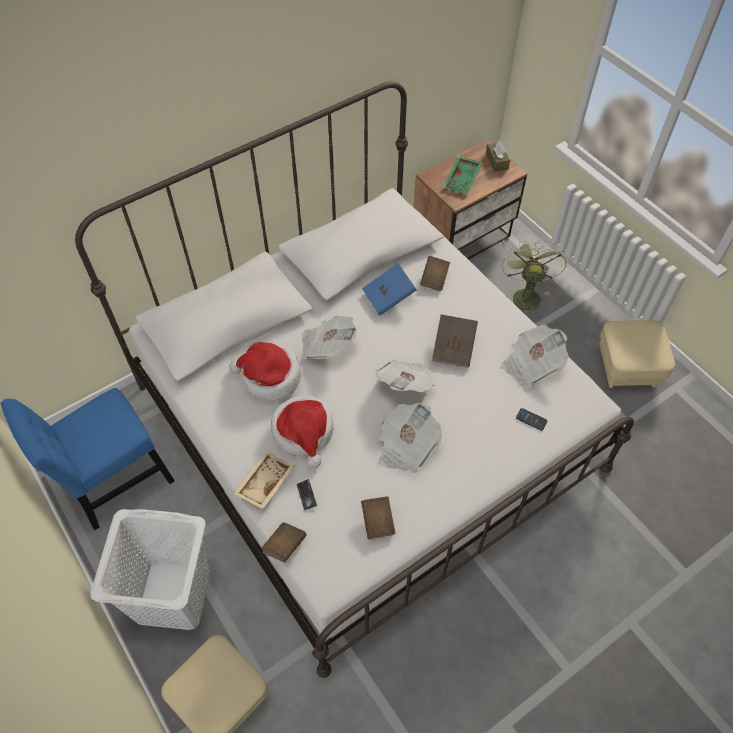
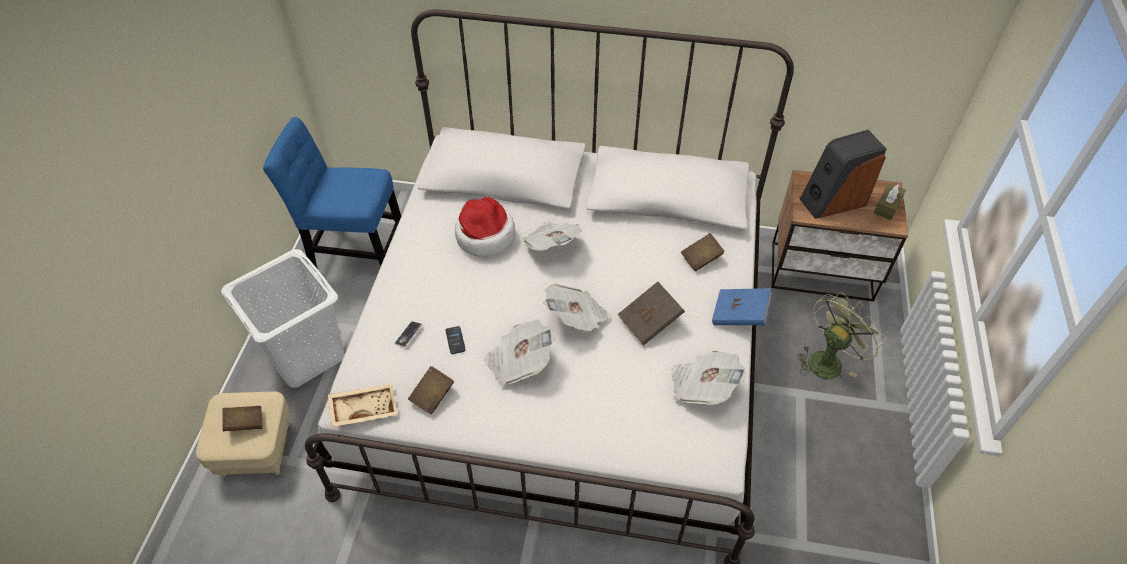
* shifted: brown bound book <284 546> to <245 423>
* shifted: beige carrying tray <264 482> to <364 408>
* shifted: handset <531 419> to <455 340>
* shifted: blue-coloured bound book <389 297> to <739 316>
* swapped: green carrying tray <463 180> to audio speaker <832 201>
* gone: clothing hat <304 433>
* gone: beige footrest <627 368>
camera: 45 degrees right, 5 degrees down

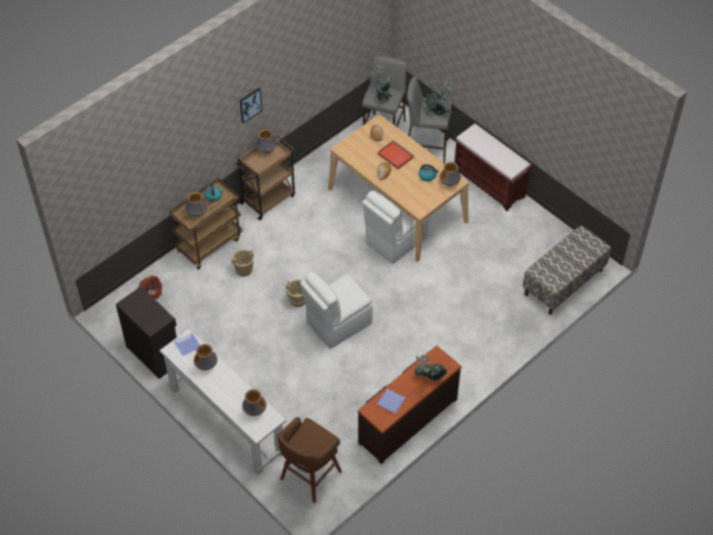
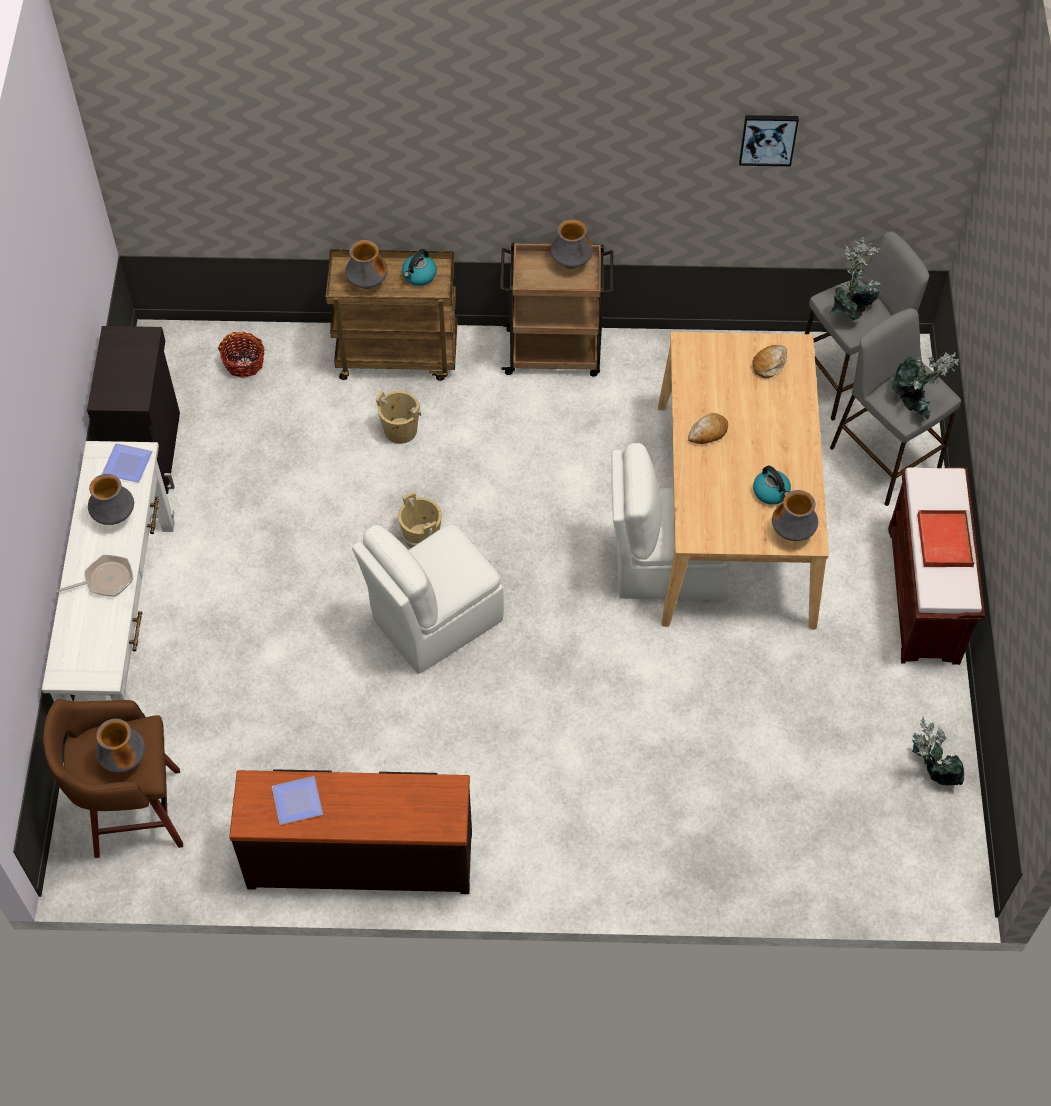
* new: frying pan <105 580>
* shifted: flower vase <255 411> to <124 760>
* rotated: whitish chair <337 324> = <434 621> 45 degrees counterclockwise
* shifted: wall art <250 105> to <768 139>
* shifted: houseplant <428 378> to <929 771>
* shifted: red carrying tray <395 155> to <944 539>
* gone: long seat <563 283>
camera: 45 degrees right, 5 degrees up

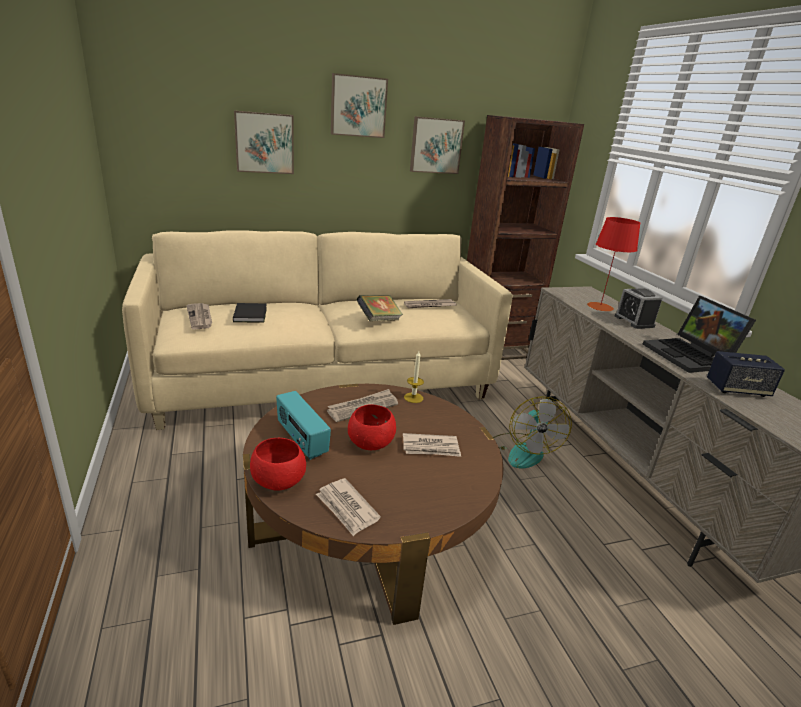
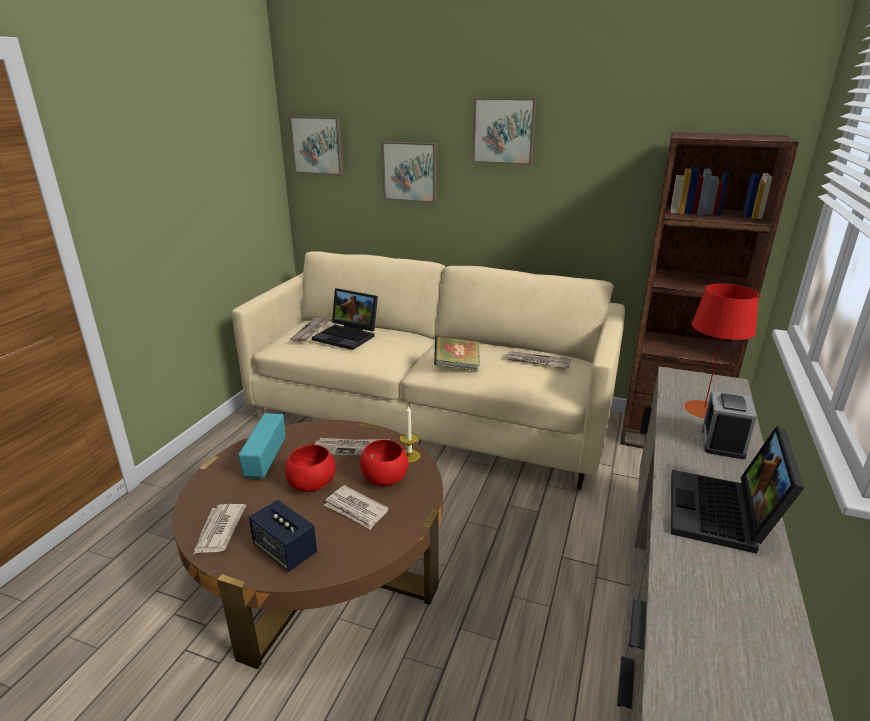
* shifted: audio speaker <737 389> to <285 550>
* shifted: wall art <435 145> to <318 145>
* swapped: black-coloured bound book <251 314> to portable computer <348 336>
* shifted: red serving bowl <279 481> to <384 479>
* gone: fan <523 451>
camera: 40 degrees right, 0 degrees up

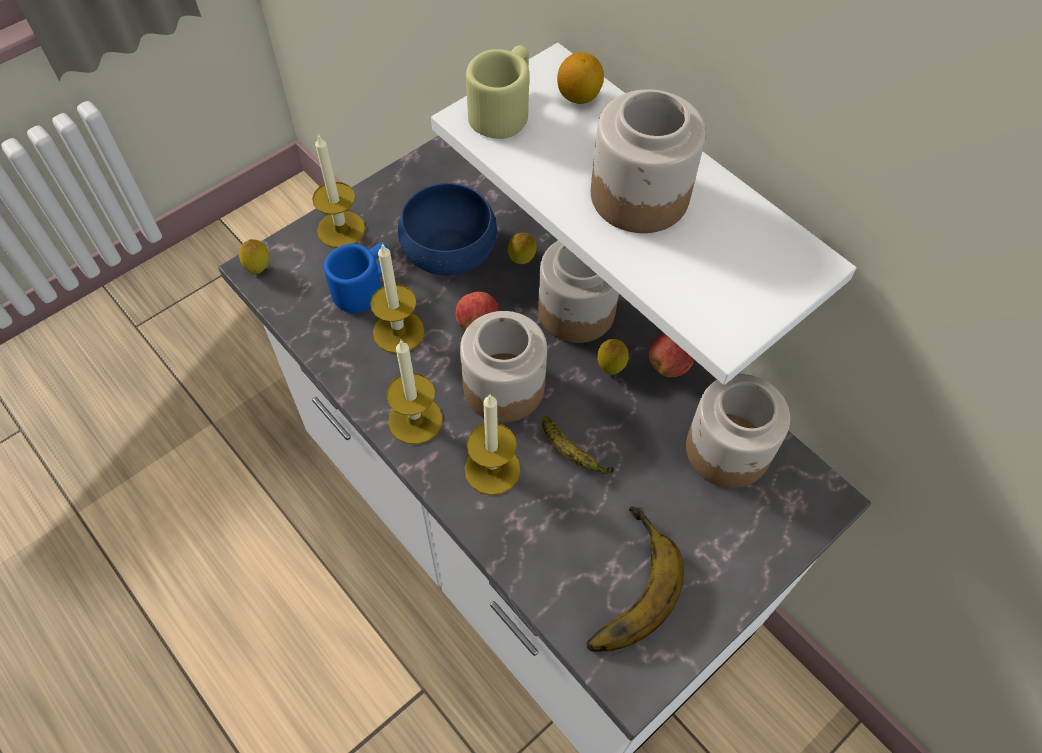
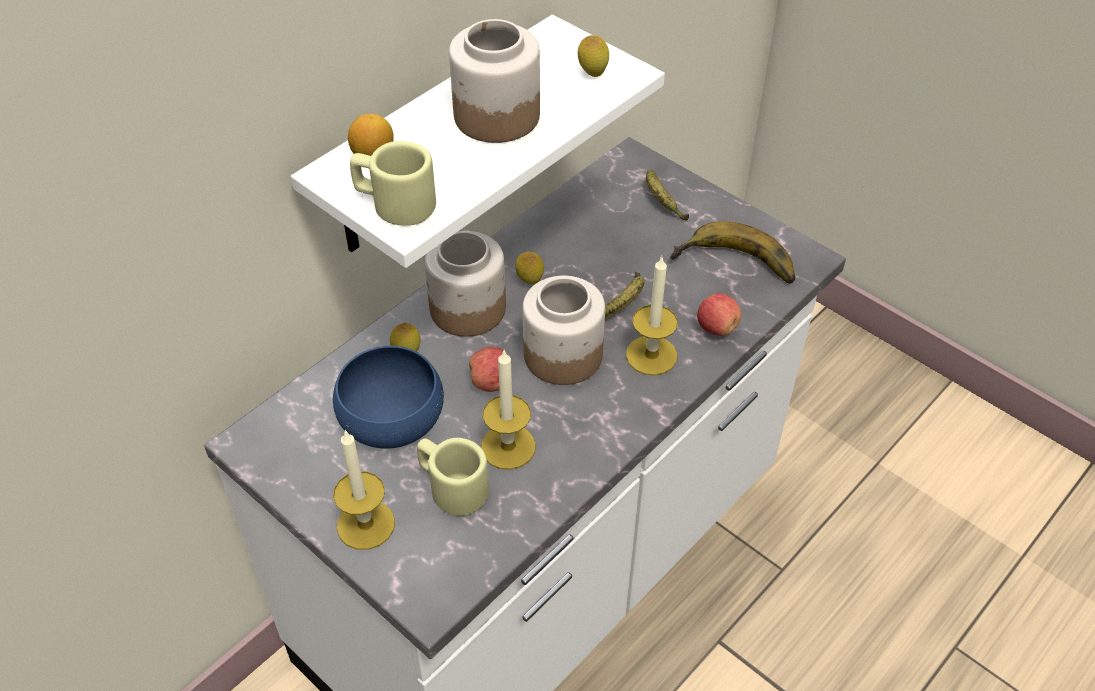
* repainted: blue-coloured mug <364 287> to beige mug <451 486>
* shifted: citrus fruit <259 269> to <592 73>
* new: banana <662 201>
* shifted: apple <668 365> to <716 327>
* gone: candle <415 420>
* gone: storage jar <728 451>
camera: 95 degrees left, 10 degrees down

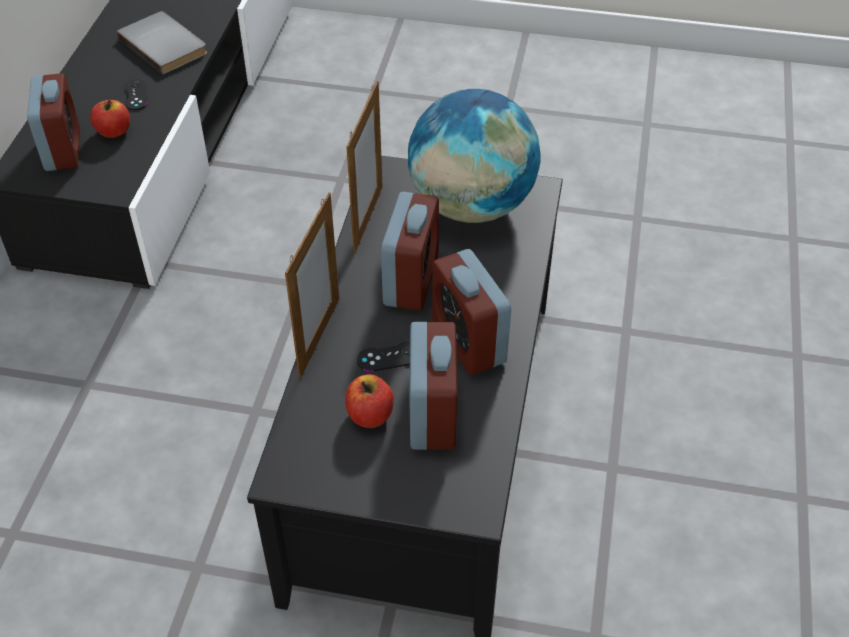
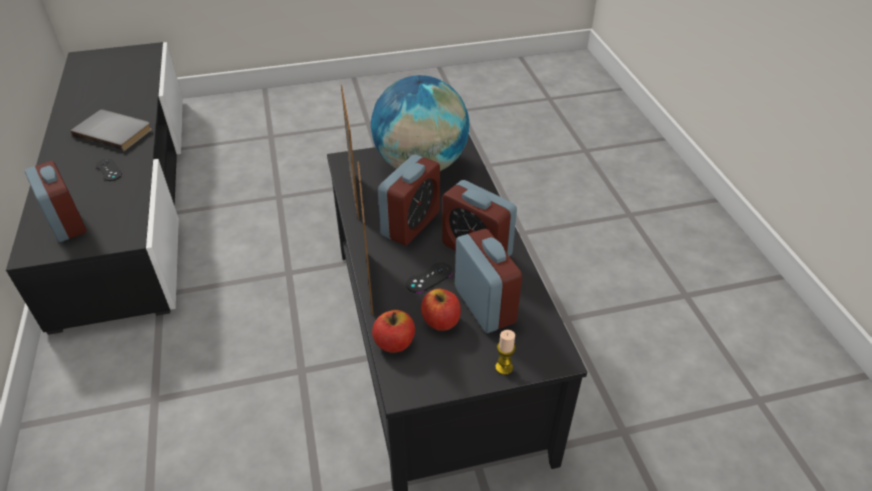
* shifted: apple <113 131> to <394 343>
* rotated: table clock <411 281> = <411 224> 45 degrees clockwise
* new: candle <504 367>
camera: 25 degrees left, 5 degrees down

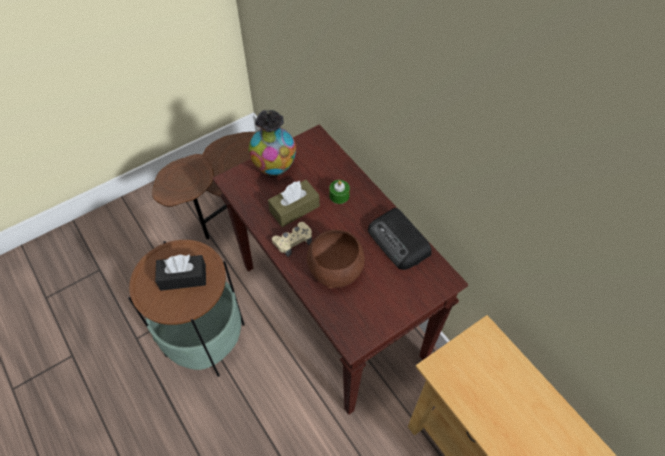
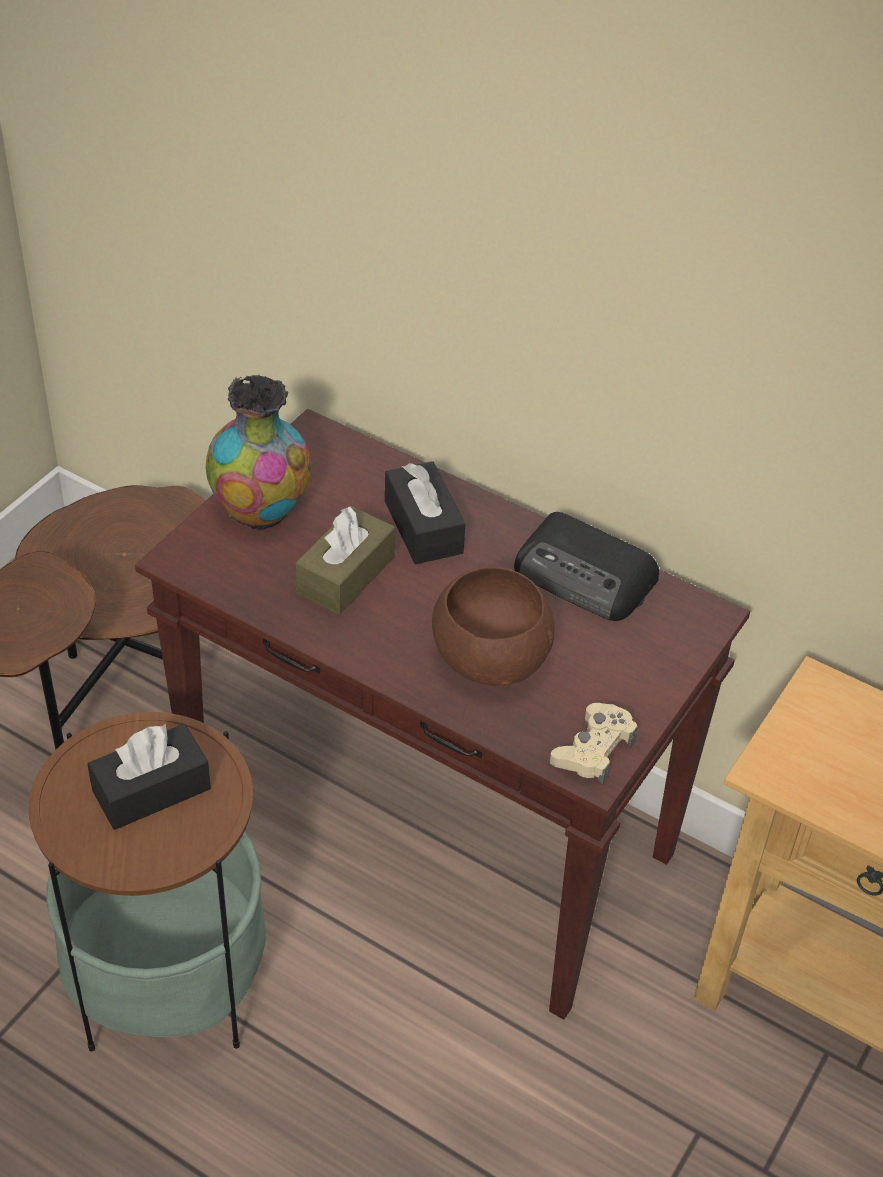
* swapped: green candle <339 195> to black-coloured box of tissues <423 527>
* shifted: beige game controller <293 241> to <593 750>
camera: 25 degrees left, 10 degrees down

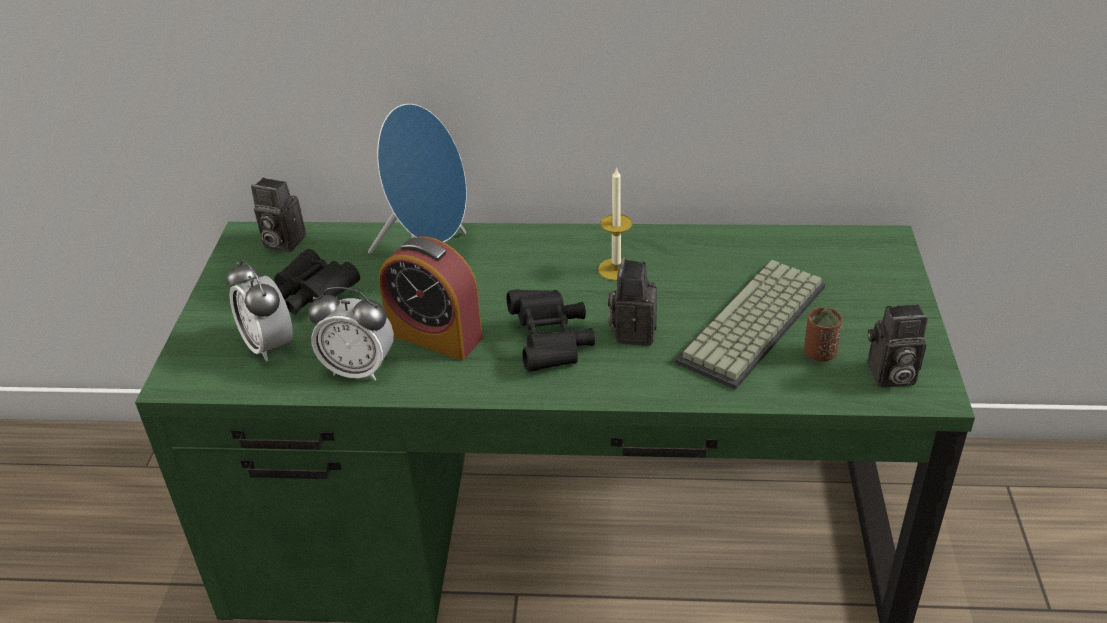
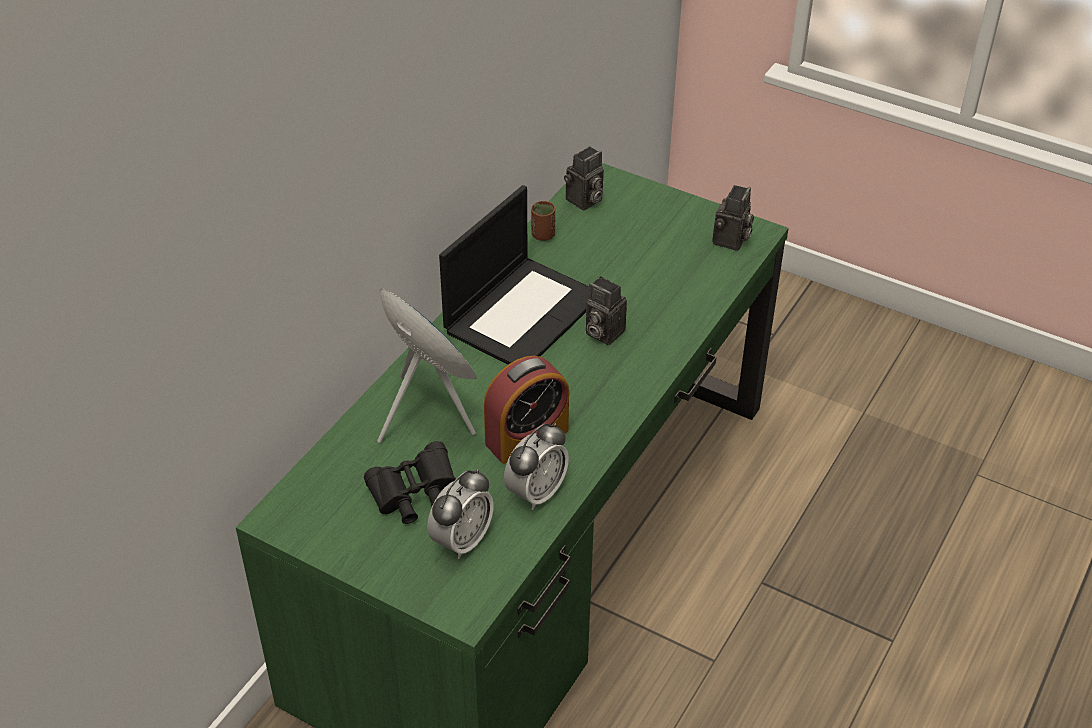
* rotated: table clock <269 345> = <462 541> 45 degrees counterclockwise
* swapped: candle <616 269> to portable computer <523 312>
* shifted: brown drinking cup <819 353> to <543 235>
* shifted: still camera <281 242> to <584 201>
* gone: black-coloured binoculars <551 342>
* gone: keyboard <754 326>
camera: 65 degrees left, 5 degrees up

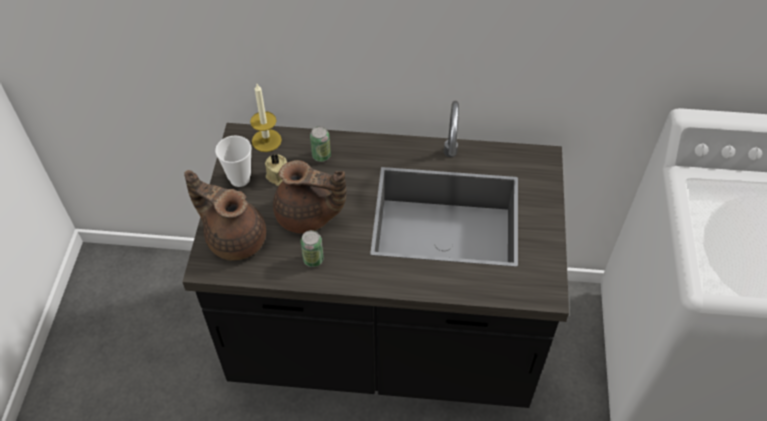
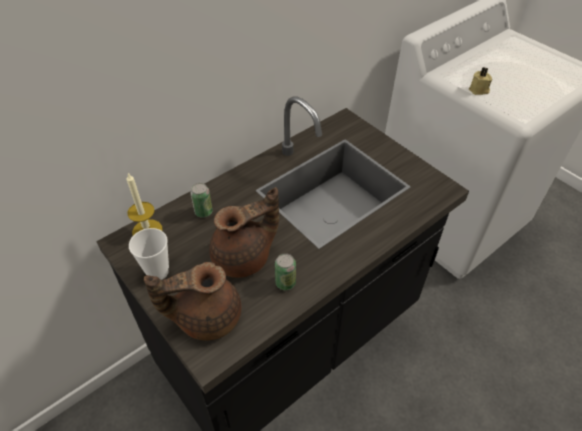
* shifted: beige candle <277 177> to <479 90>
camera: 45 degrees left, 5 degrees down

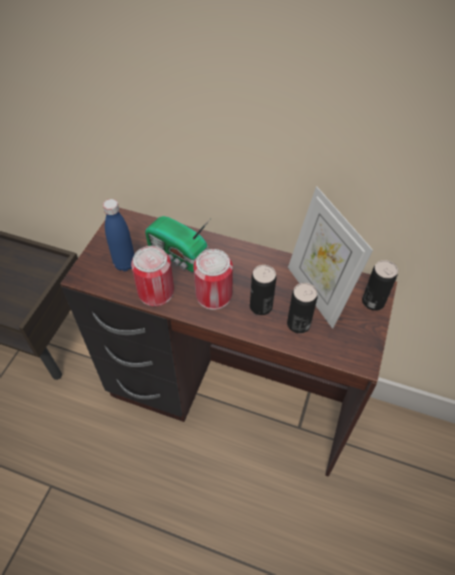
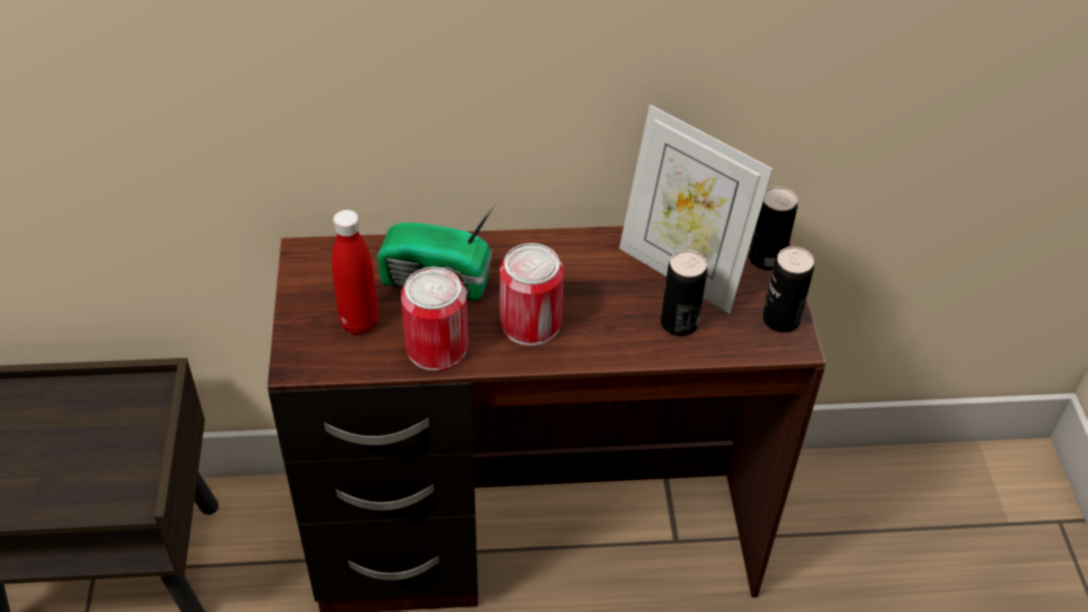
* repainted: blue-coloured drink bottle <125 264> to red drink bottle <359 322>
* shifted: can <261 306> to <781 319>
camera: 25 degrees left, 5 degrees down

